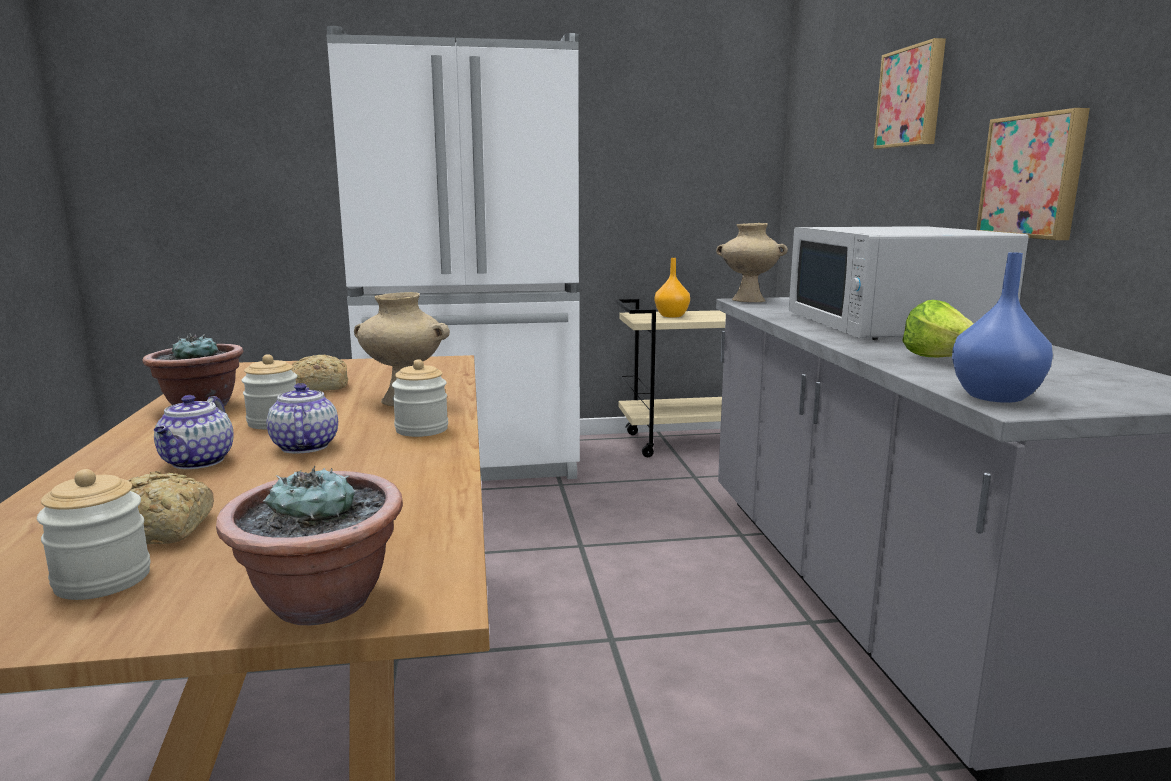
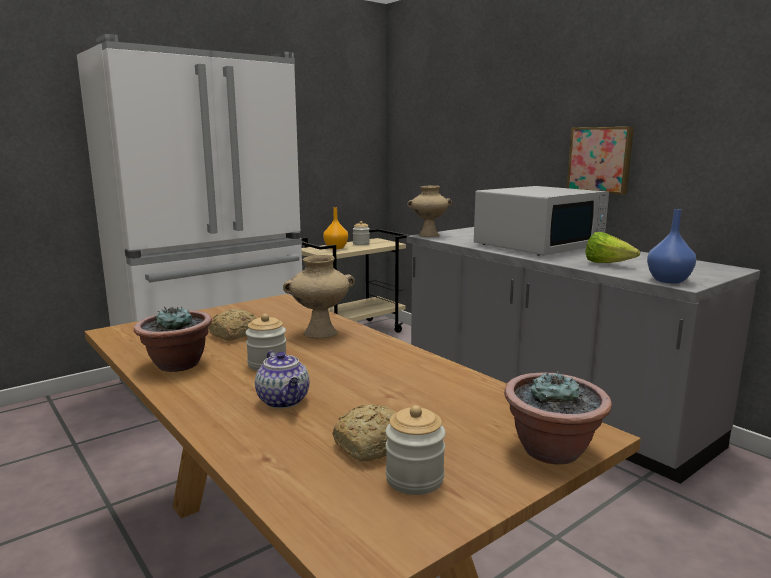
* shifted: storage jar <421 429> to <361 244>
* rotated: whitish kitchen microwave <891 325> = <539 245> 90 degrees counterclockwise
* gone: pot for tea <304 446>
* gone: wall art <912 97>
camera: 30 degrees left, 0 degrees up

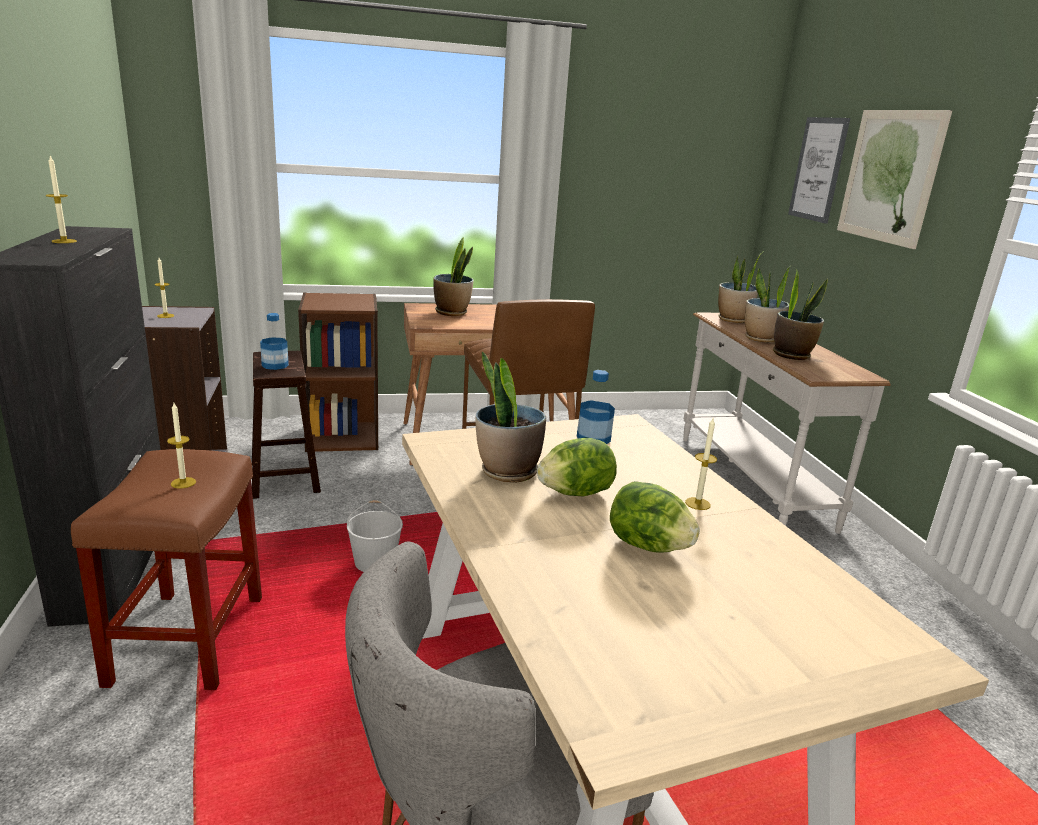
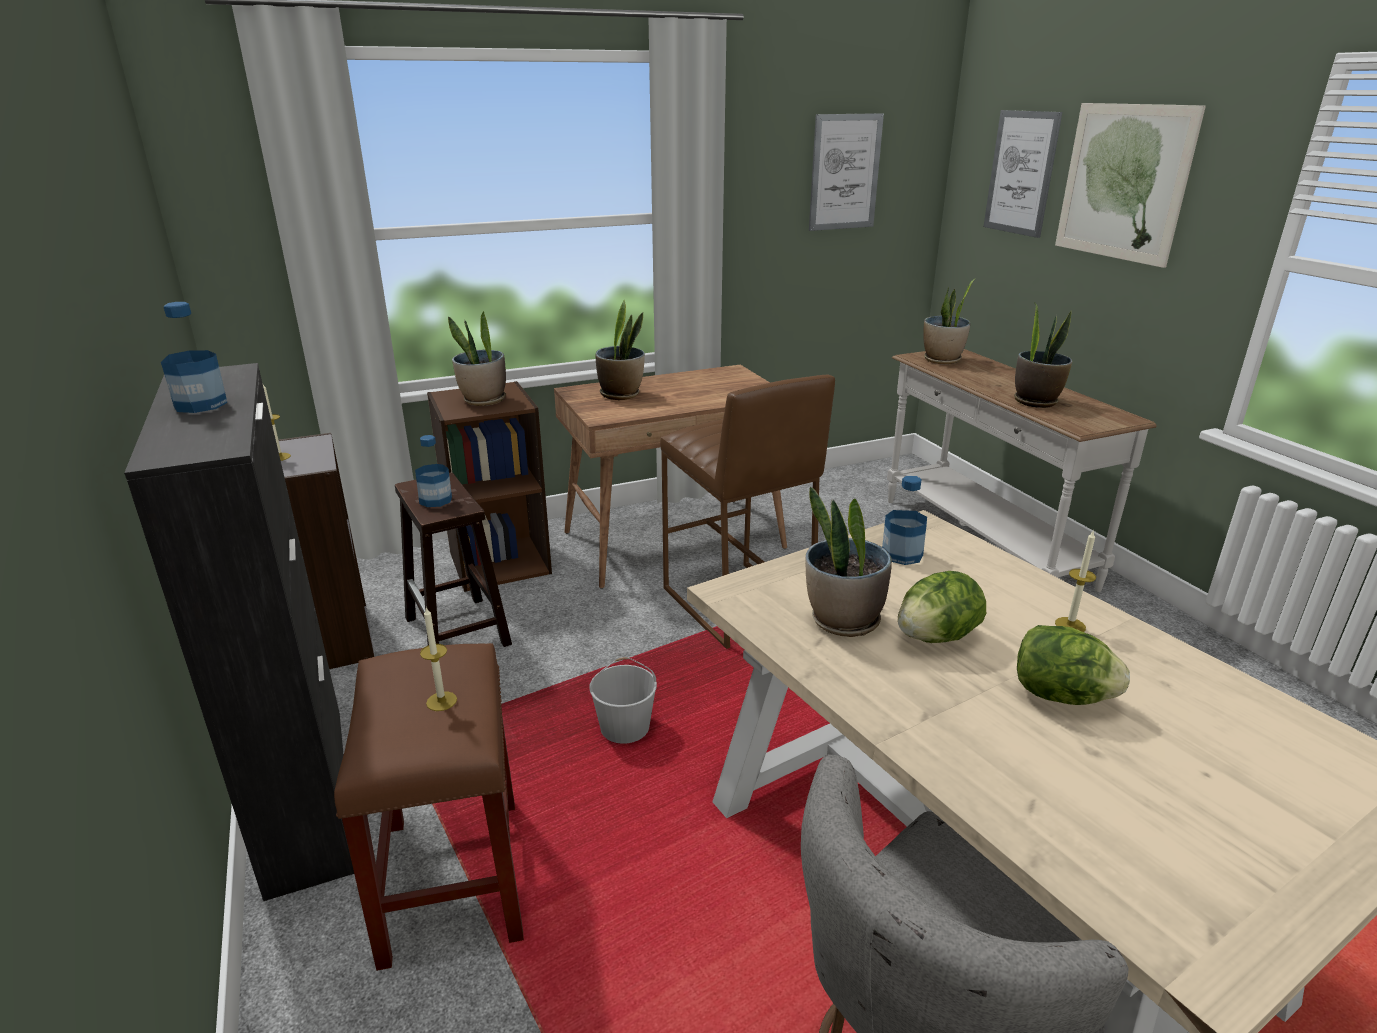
* swapped: candle <64 241> to drink bottle <200 404>
* shifted: houseplant <761 339> to <483 400>
* new: wall art <845 172>
camera: 10 degrees left, 5 degrees up

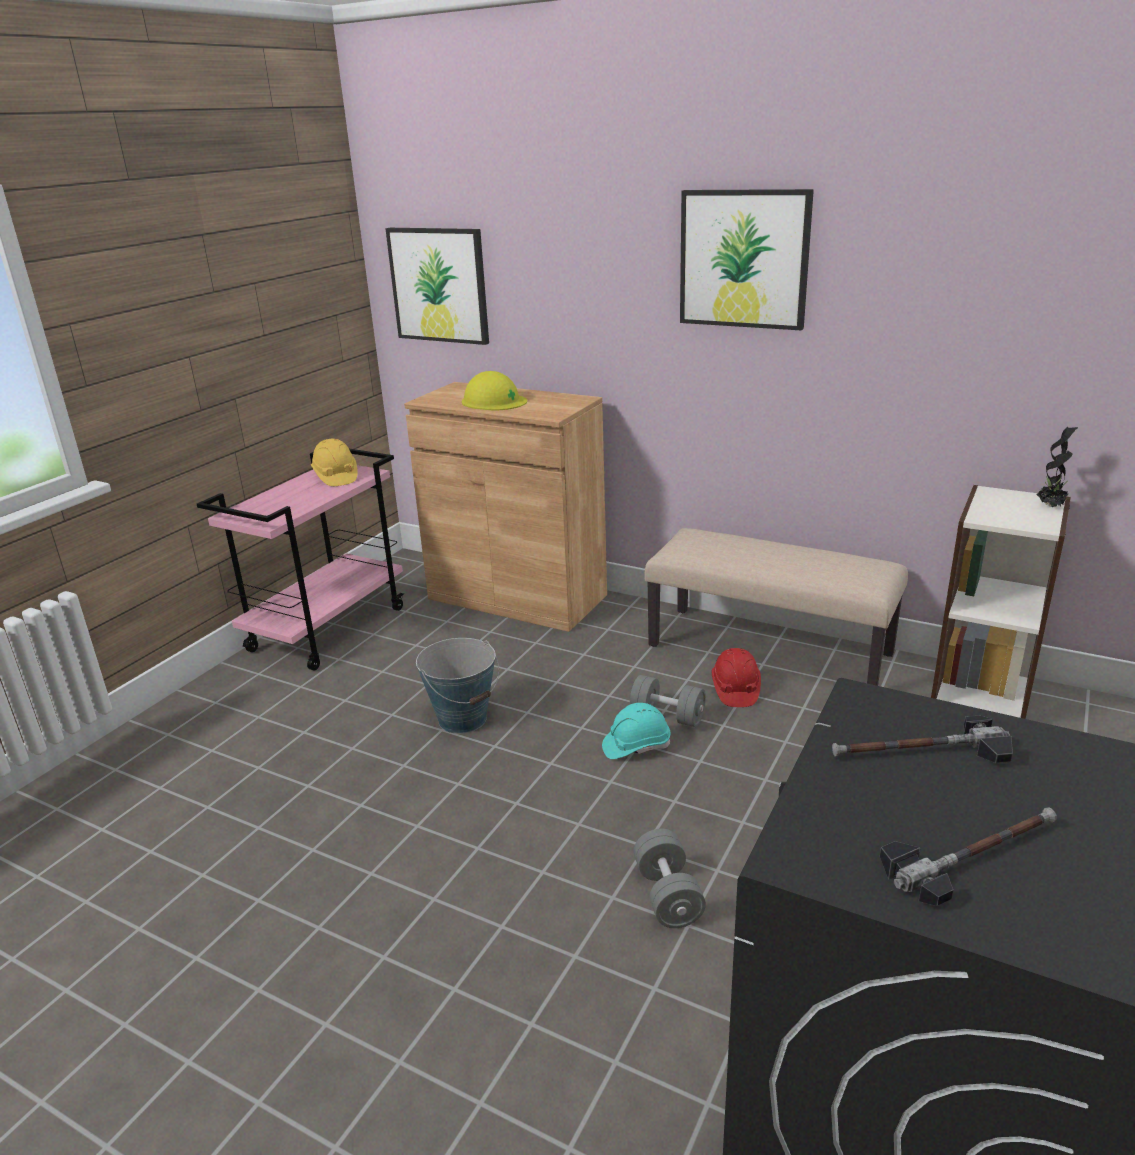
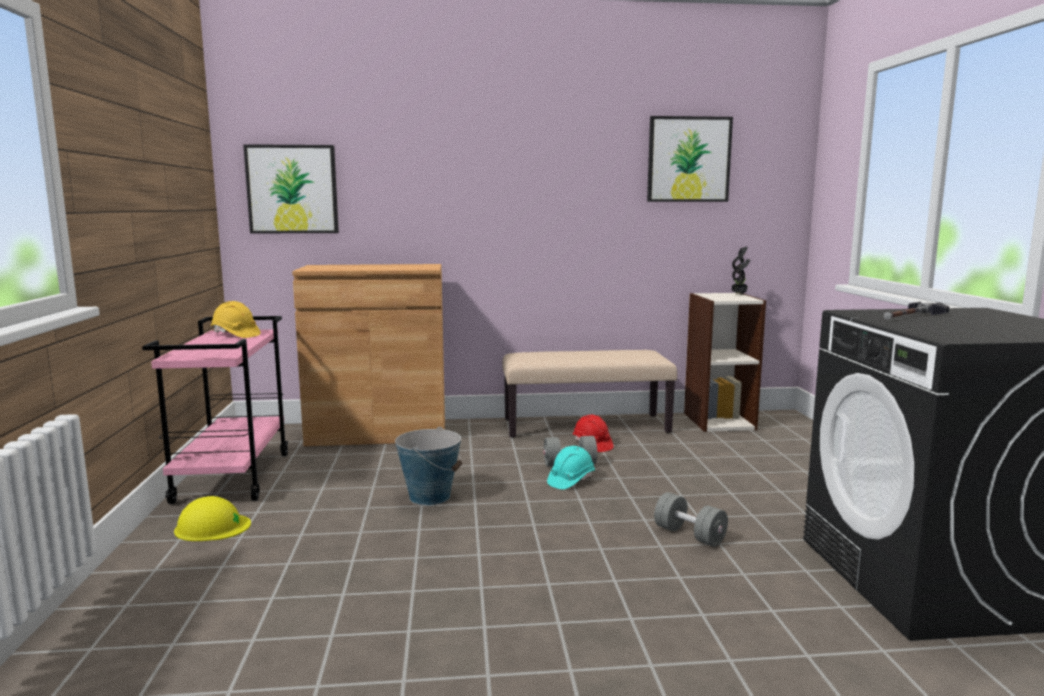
* shifted: yellowish safety helmet <493 401> to <212 527>
* shifted: wall art <744 259> to <688 159>
* gone: tool hammer <973 855>
camera: 35 degrees left, 15 degrees down

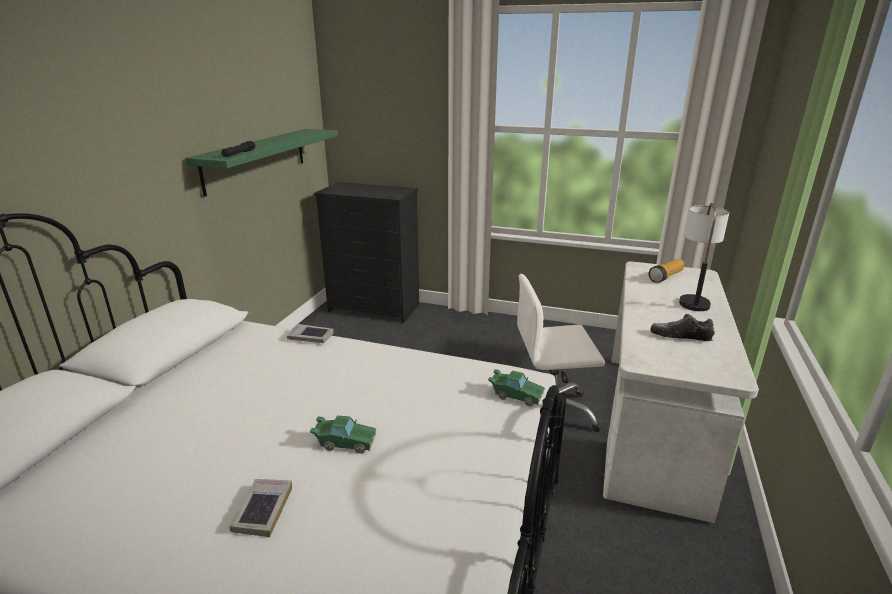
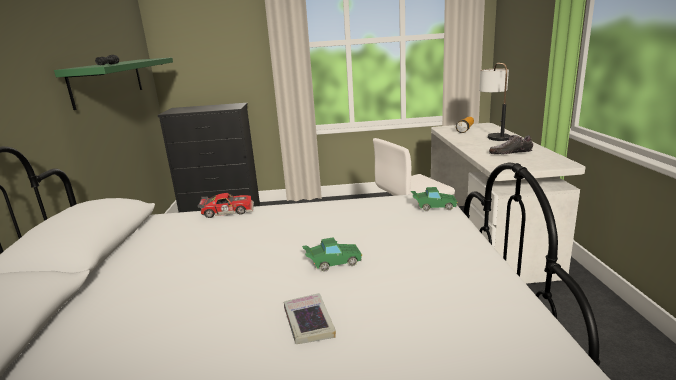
* swapped: bound book <310 337> to toy car <228 210>
camera: 20 degrees left, 5 degrees down

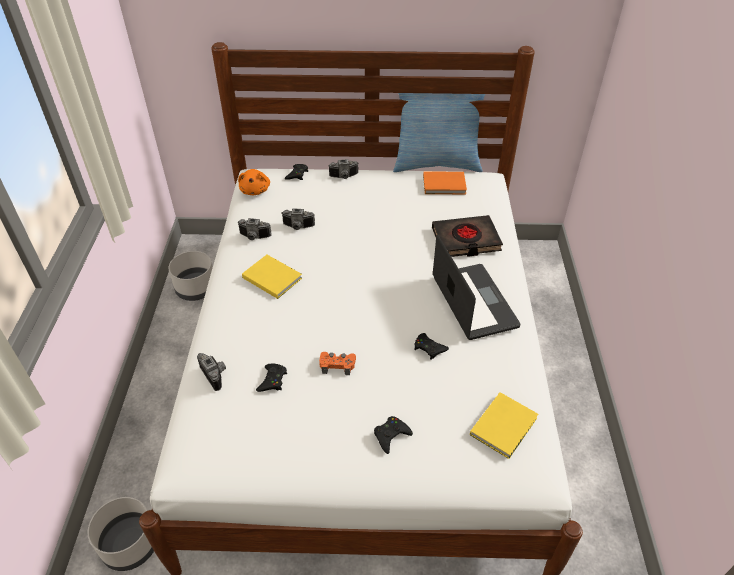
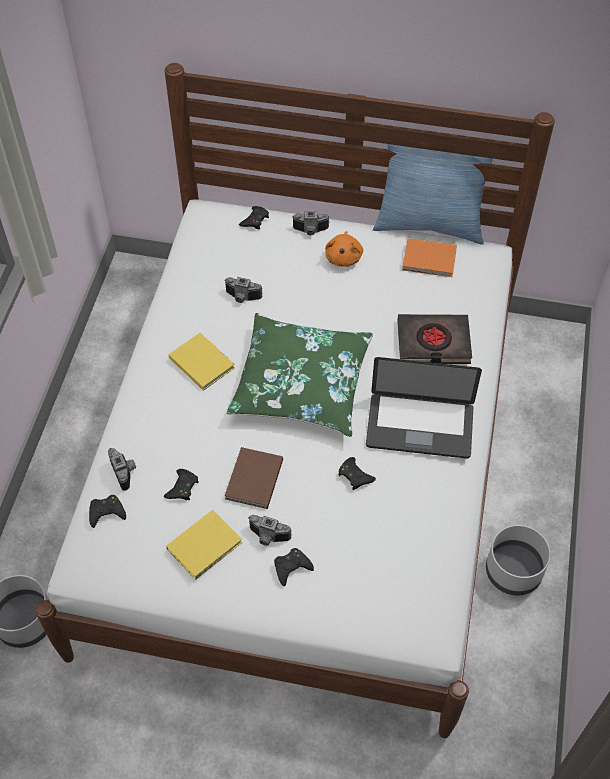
* new: black-coloured game controller <106 512>
* shifted: yellowish bound book <505 425> to <206 545>
* swapped: orange game controller <337 365> to brown bound book <253 480>
* new: green throw pillow <301 384>
* shifted: still camera <254 237> to <268 538>
* shifted: orange soft toy <255 190> to <344 257>
* rotated: portable computer <474 302> = <419 427> 105 degrees clockwise
* shifted: greyish plant pot <196 289> to <514 572>
camera: 10 degrees right, 10 degrees up

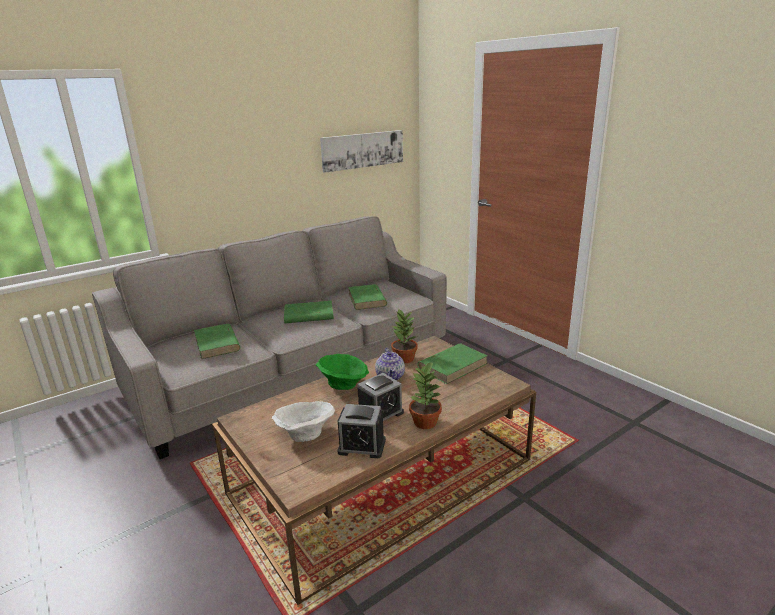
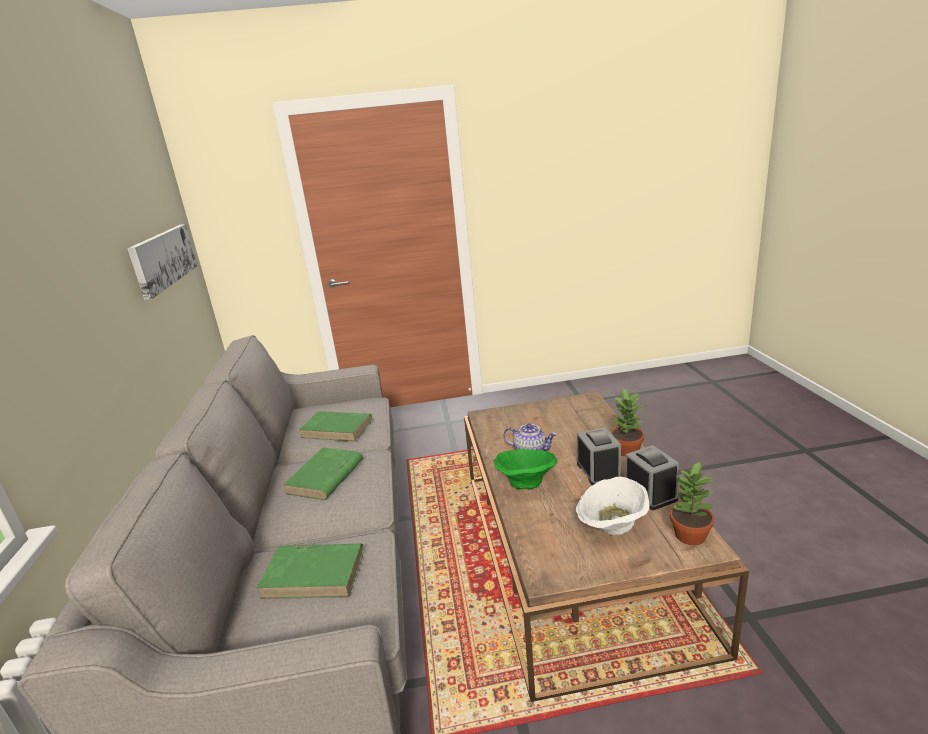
* rotated: table clock <362 446> = <650 493> 60 degrees counterclockwise
* shifted: houseplant <404 358> to <689 536>
* gone: green bound book <453 366>
camera: 60 degrees left, 0 degrees up

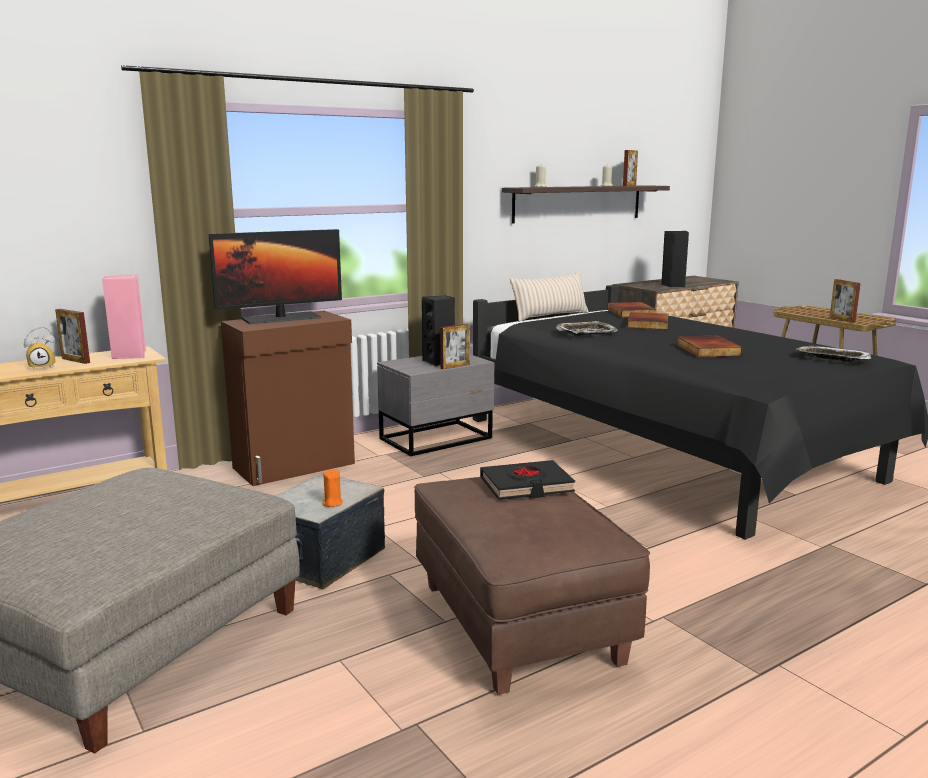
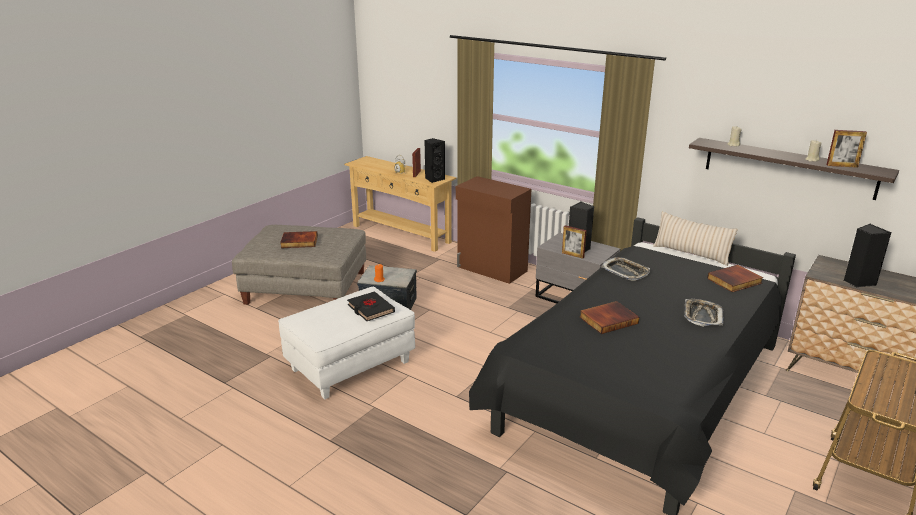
* repainted: brown footrest <519 624> to whitish footrest <350 366>
* shifted: bound book <649 324> to <299 242>
* repainted: pinkish audio speaker <129 355> to black-coloured audio speaker <434 179>
* shifted: carrying tray <832 358> to <702 316>
* gone: computer display <281 318>
* gone: picture frame <842 319>
camera: 70 degrees right, 10 degrees up

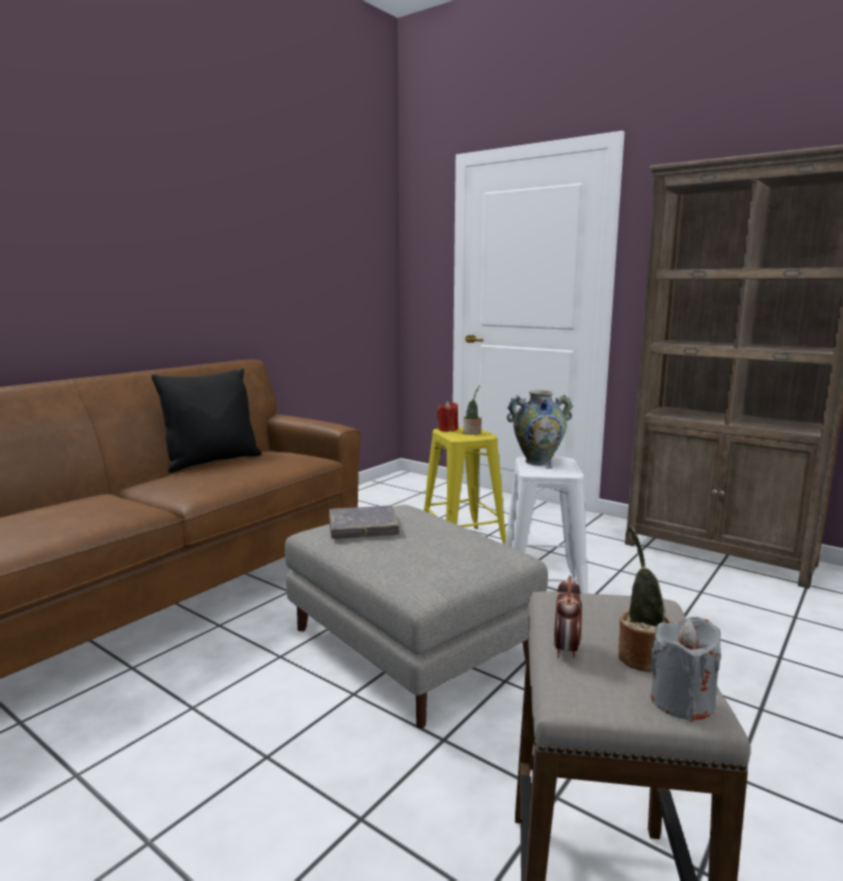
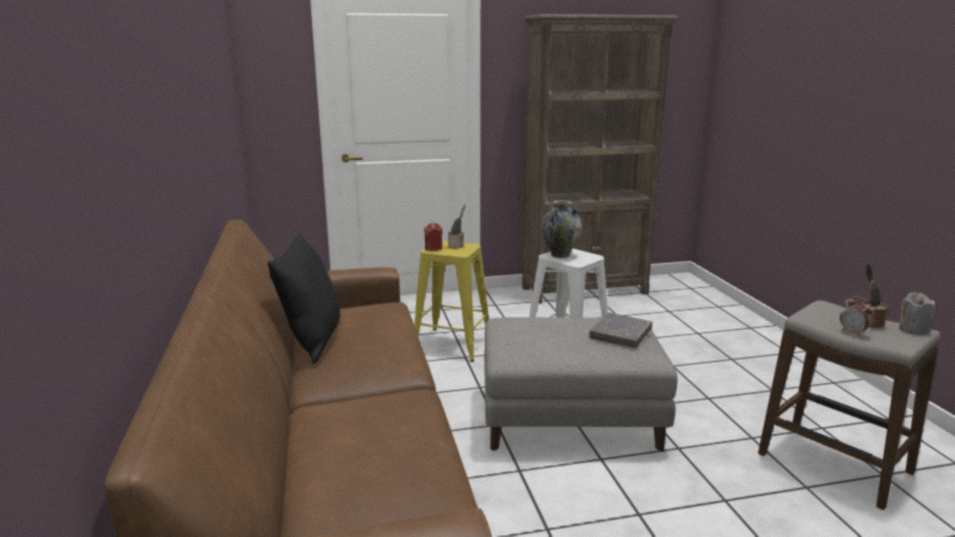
* shifted: greyish bound book <363 527> to <620 334>
camera: 50 degrees left, 5 degrees up

